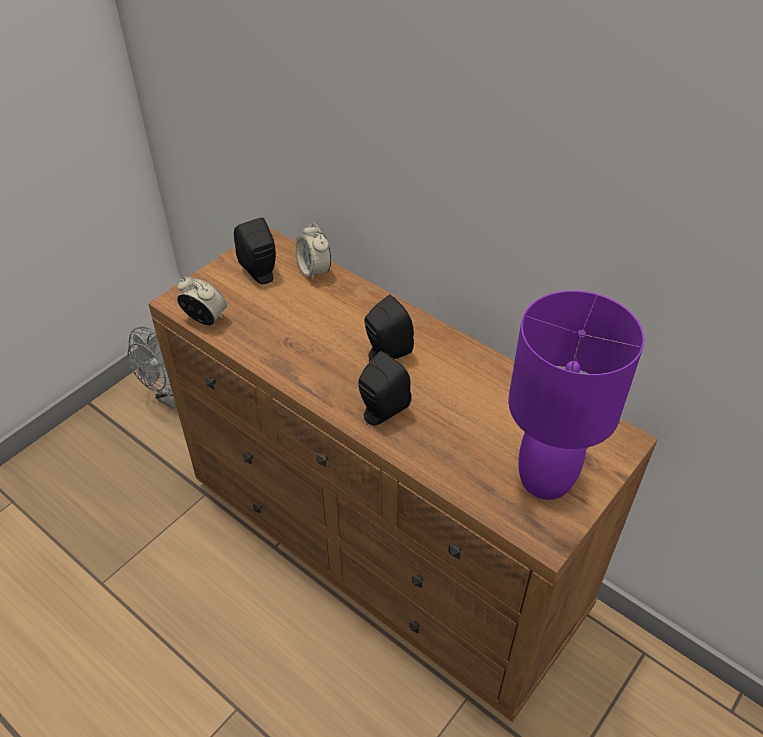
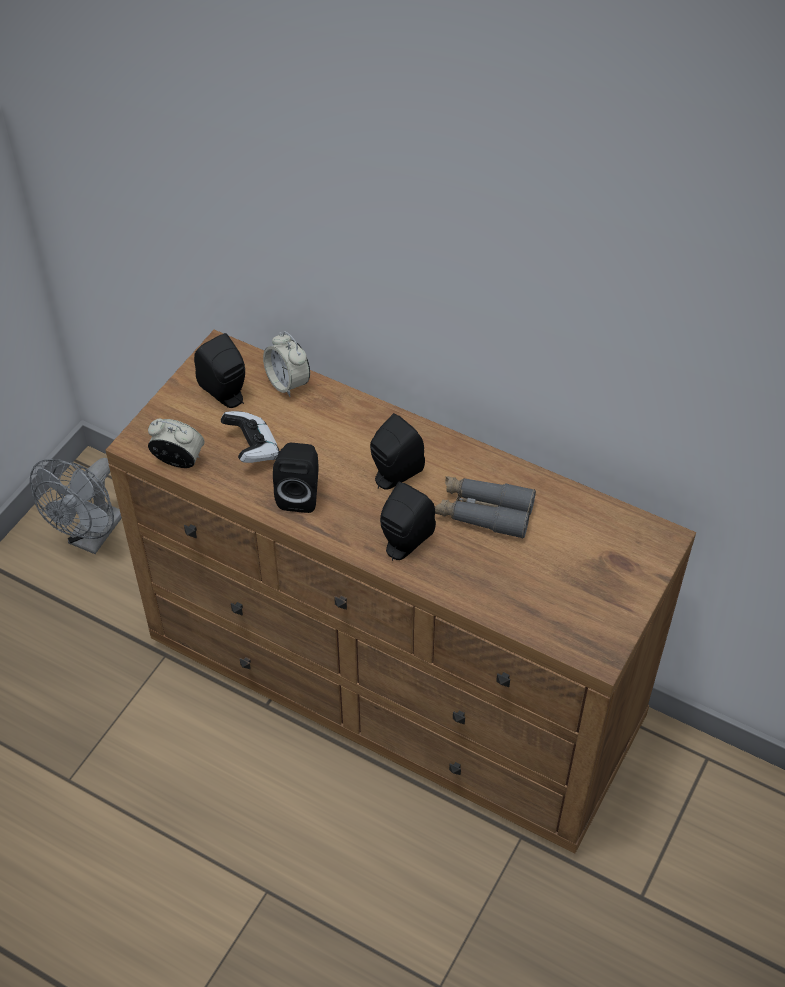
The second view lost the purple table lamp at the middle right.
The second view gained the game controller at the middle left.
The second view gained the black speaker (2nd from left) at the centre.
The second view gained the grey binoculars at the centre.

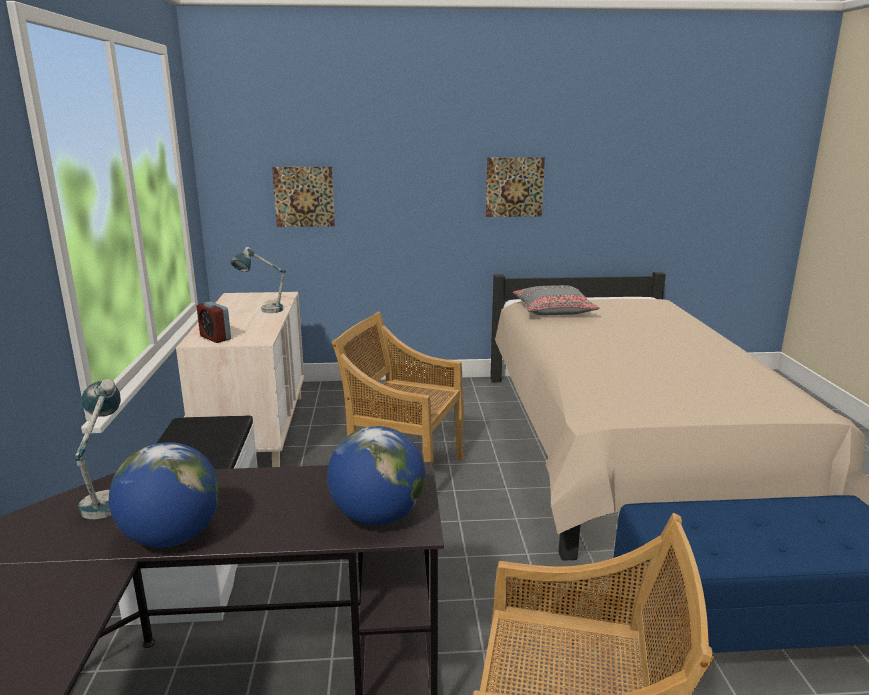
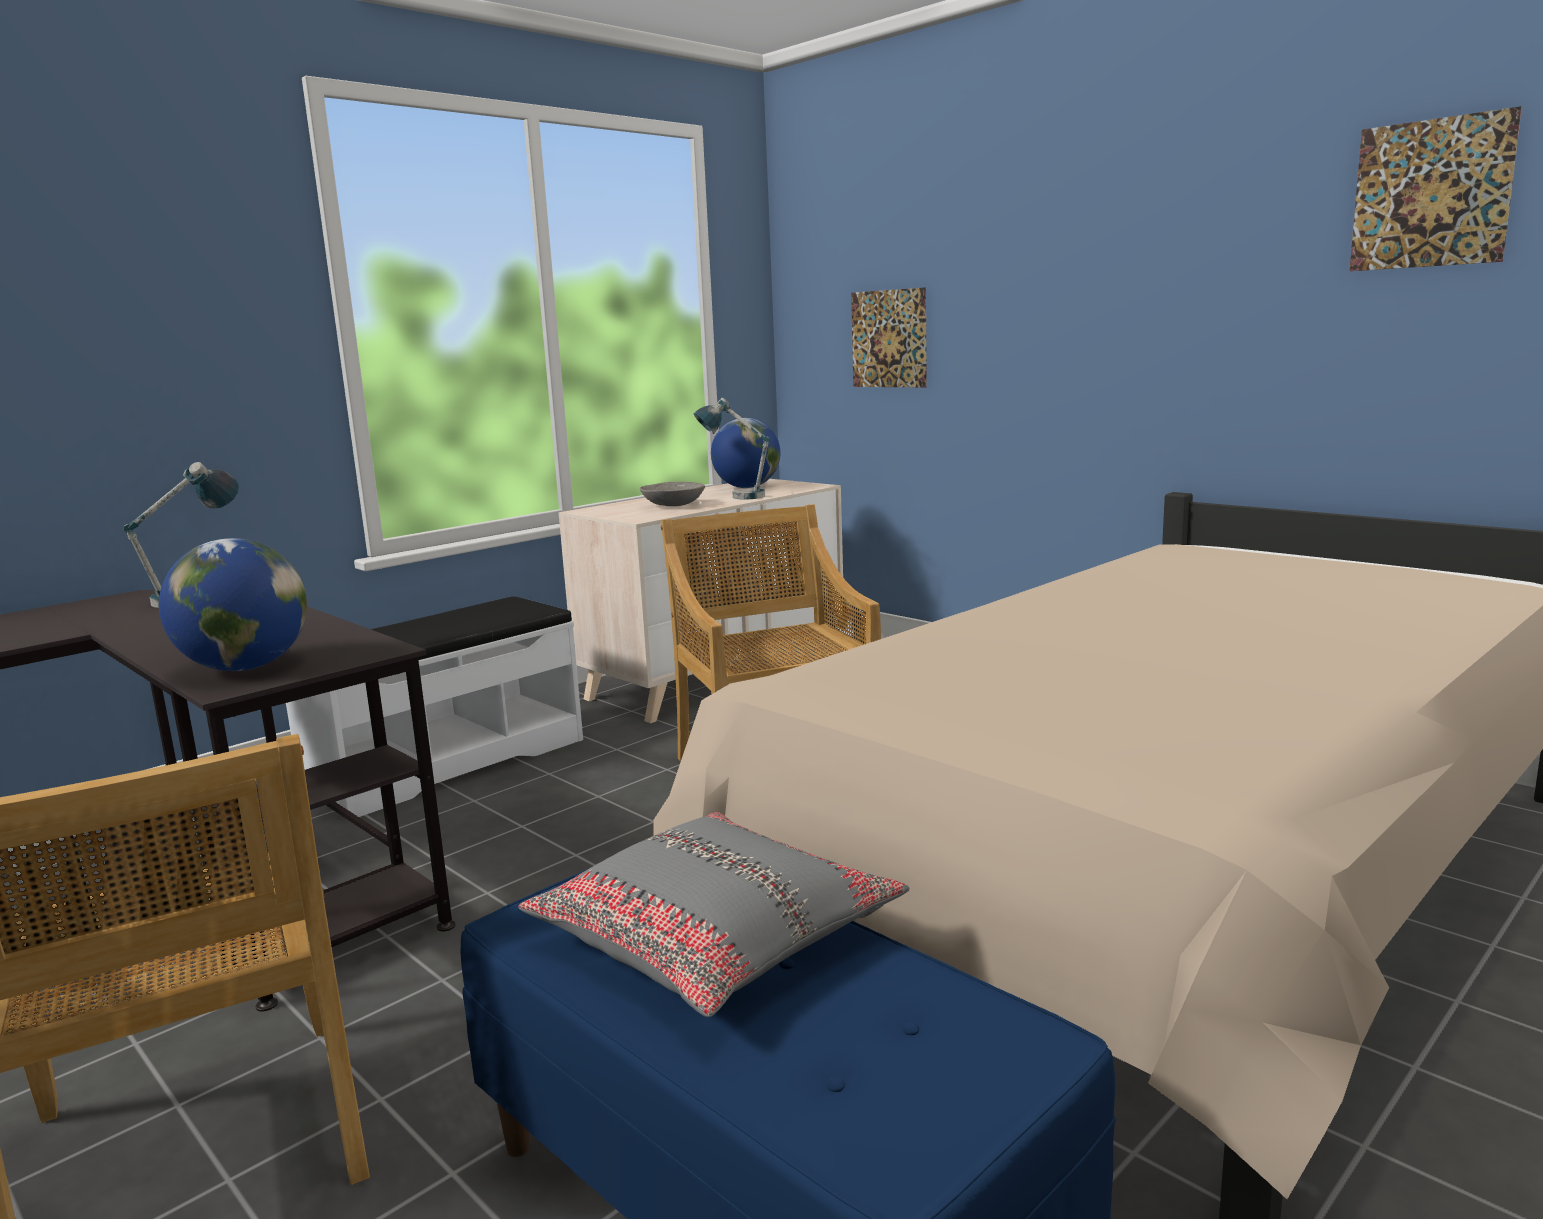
The second view lost the alarm clock at the middle left.
The second view gained the grey bowl at the centre.
The globe (1st from left in the first image) ended up elsewhere, having gone from the bottom left to the centre.
The picture (2nd from left) ended up elsewhere, having gone from the top centre to the top right.
The grey pillow ended up elsewhere, having gone from the centre to the bottom centre.

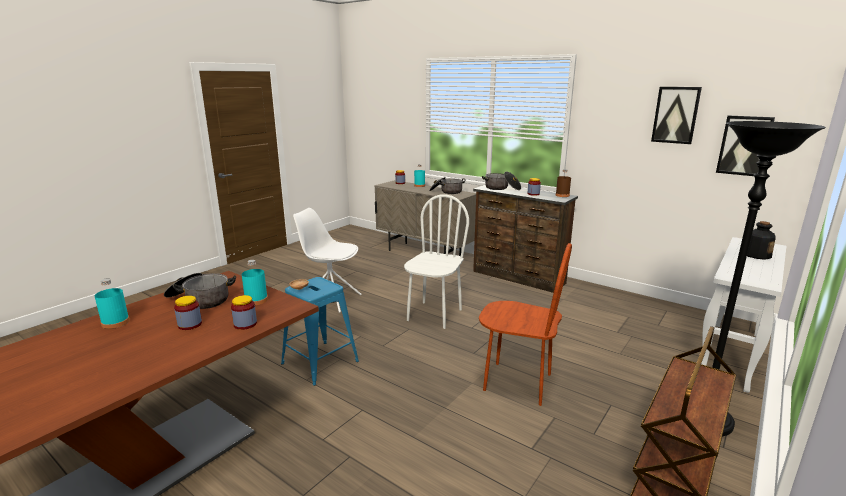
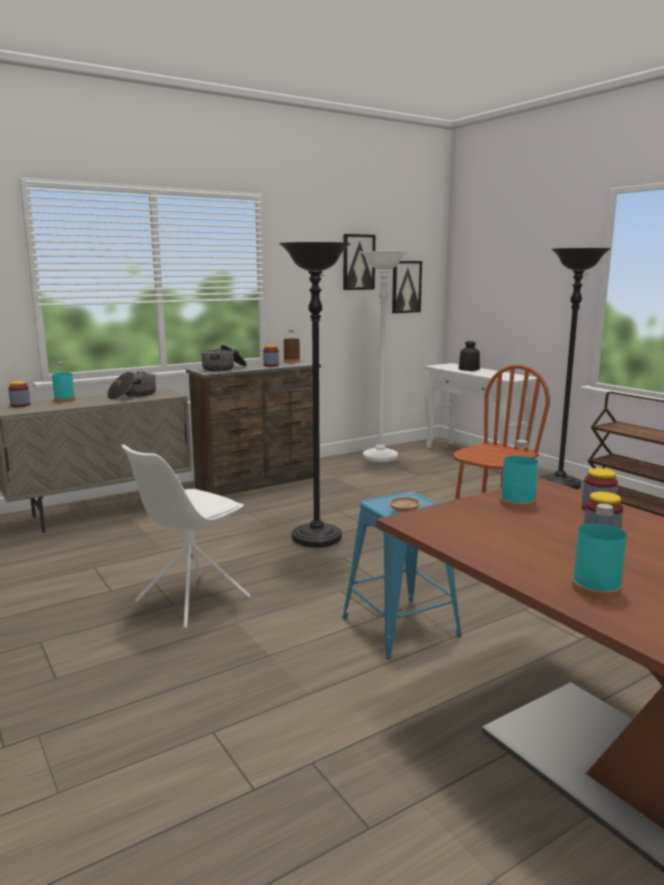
The second view lost the cooking pot (1st from left) at the middle left.
The second view gained the white floor lamp at the centre.
Where the white chair (2nd from left) stood at the centre, the black floor lamp (1st from left) came to stand at the centre.

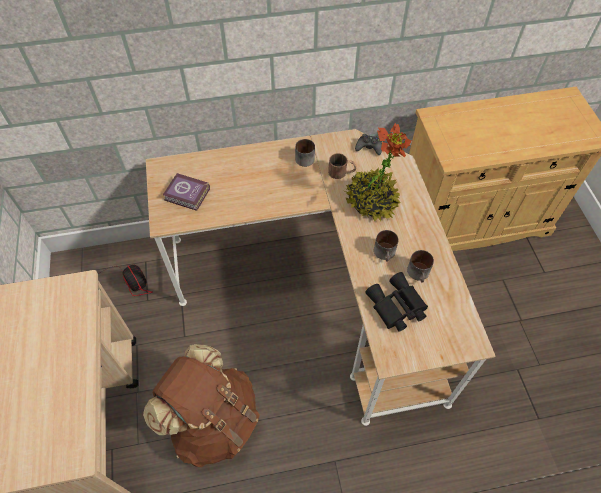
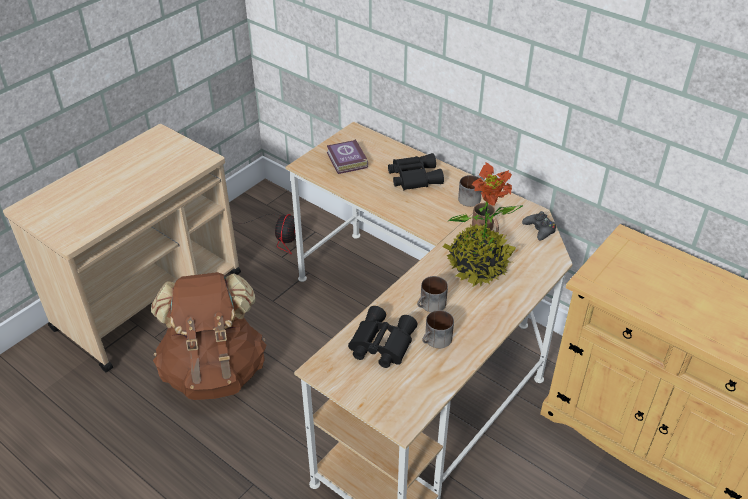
The second view gained the black binoculars (2nd from left) at the centre.

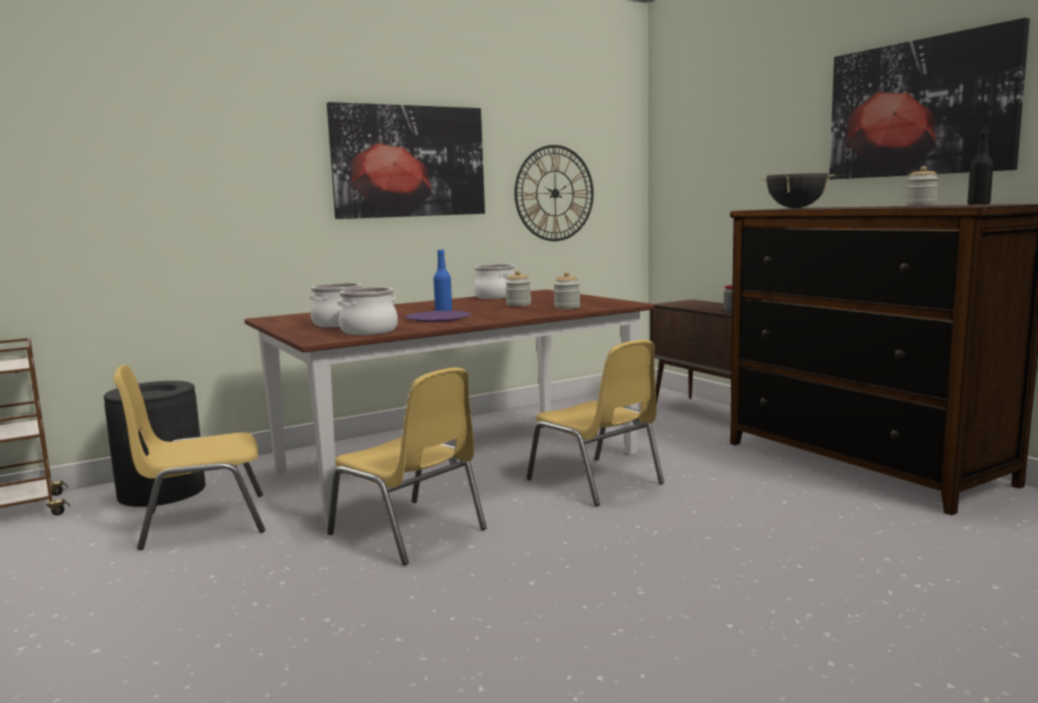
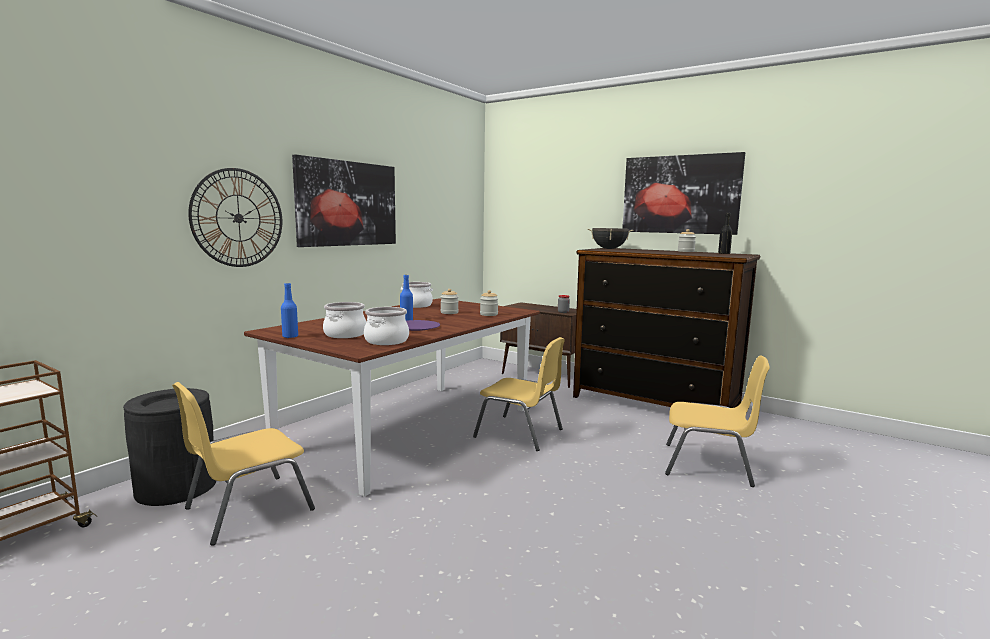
The second view gained the blue bottle (1st from left) at the middle left.
The yellow chair (2nd from left in the first image) ended up elsewhere, having gone from the centre to the middle right.
The wall clock ended up elsewhere, having gone from the top centre to the middle left.

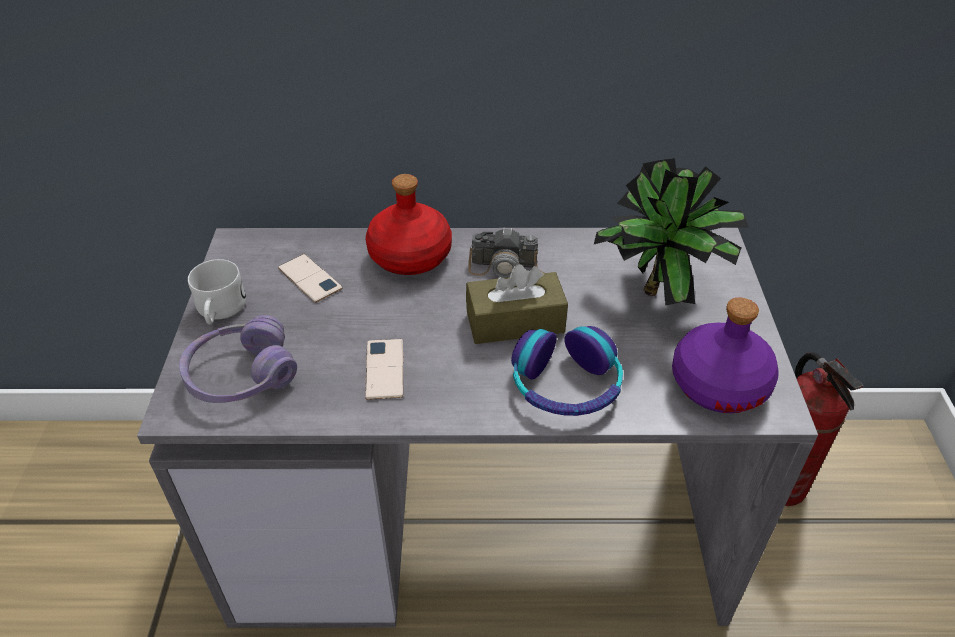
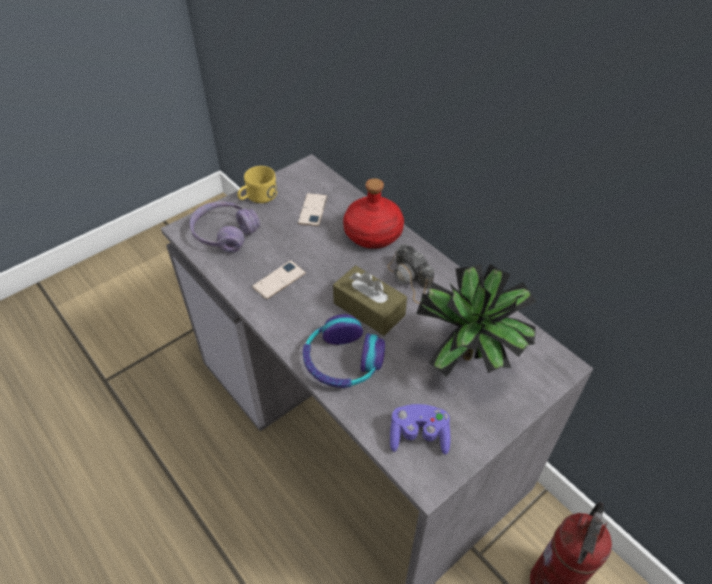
Where the purple bottle stood at the middle right, the purple game controller came to stand at the bottom centre.
What was the white mug at the middle left turned into the yellow mug at the top centre.

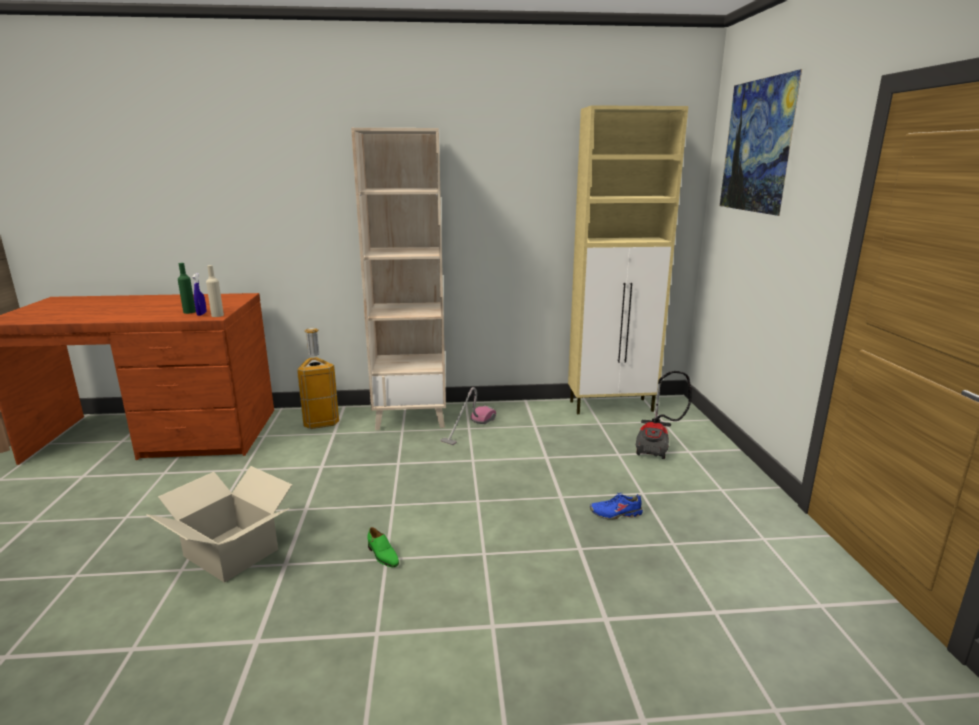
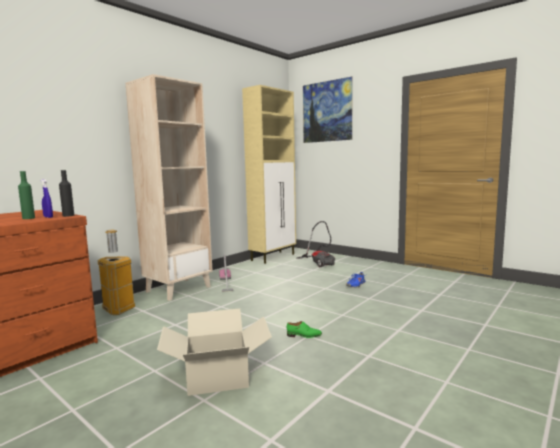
What was the beige bottle at the middle left turned into the black bottle at the middle left.

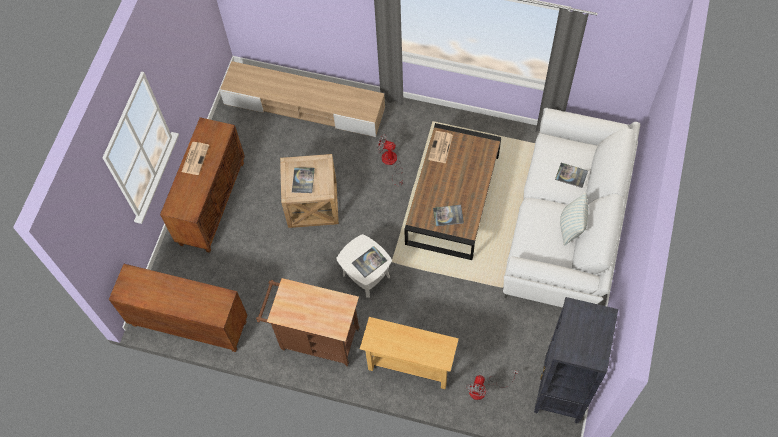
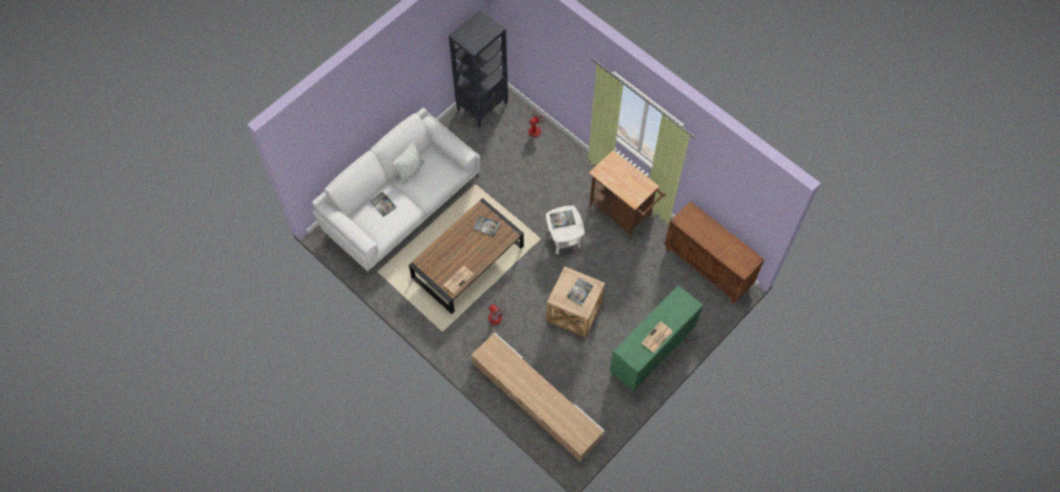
The second view lost the beige console table at the bottom centre.
What was the brown cabinet (2nd from left) at the middle left turned into the green cabinet at the bottom centre.

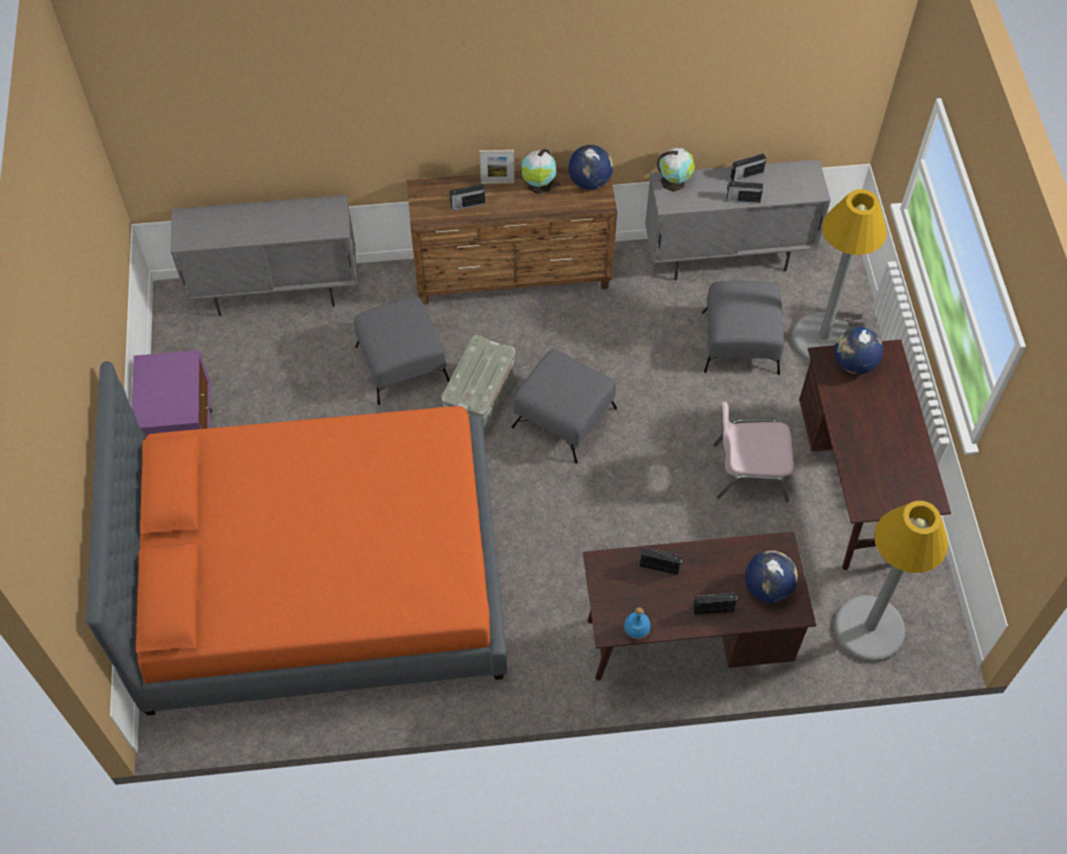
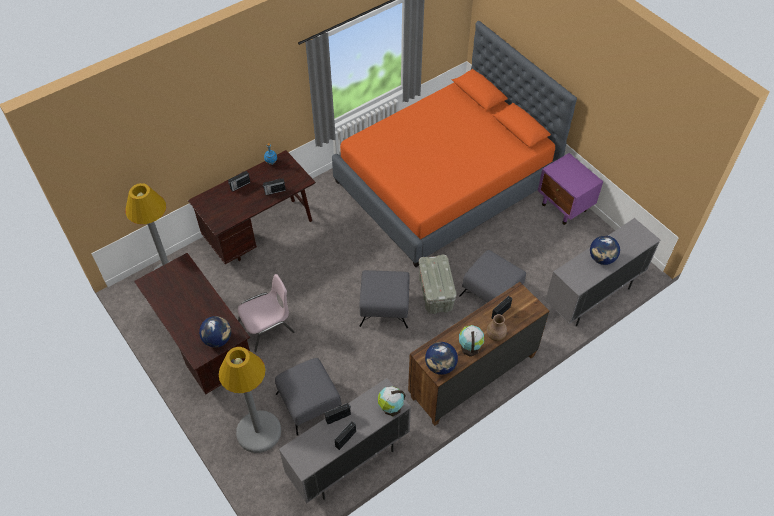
The globe (4th from left in the first image) ended up elsewhere, having gone from the bottom right to the middle right.
Where the picture frame stood at the top centre, the brown vase came to stand at the centre.

